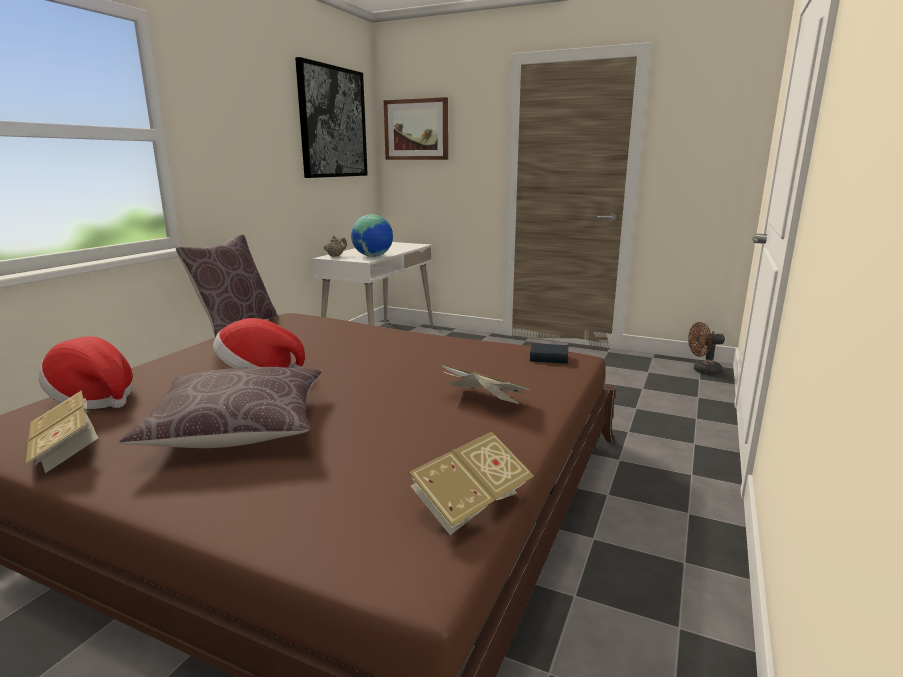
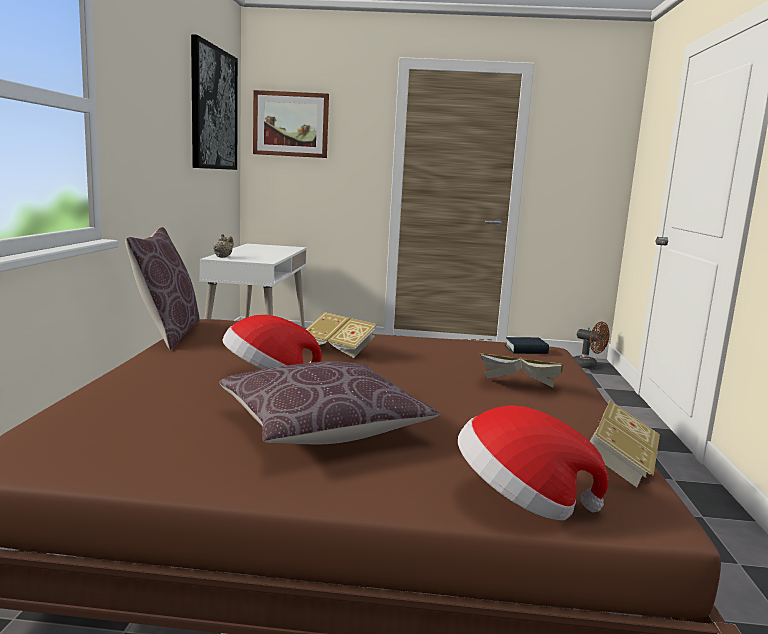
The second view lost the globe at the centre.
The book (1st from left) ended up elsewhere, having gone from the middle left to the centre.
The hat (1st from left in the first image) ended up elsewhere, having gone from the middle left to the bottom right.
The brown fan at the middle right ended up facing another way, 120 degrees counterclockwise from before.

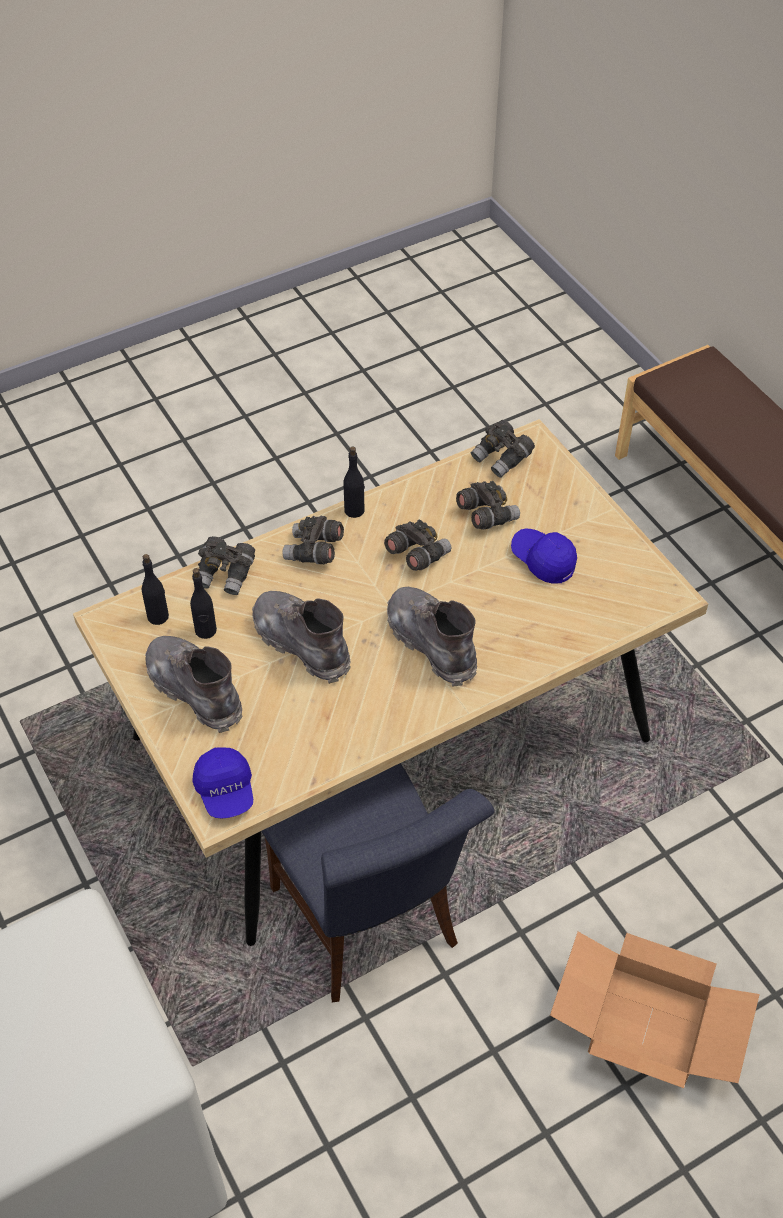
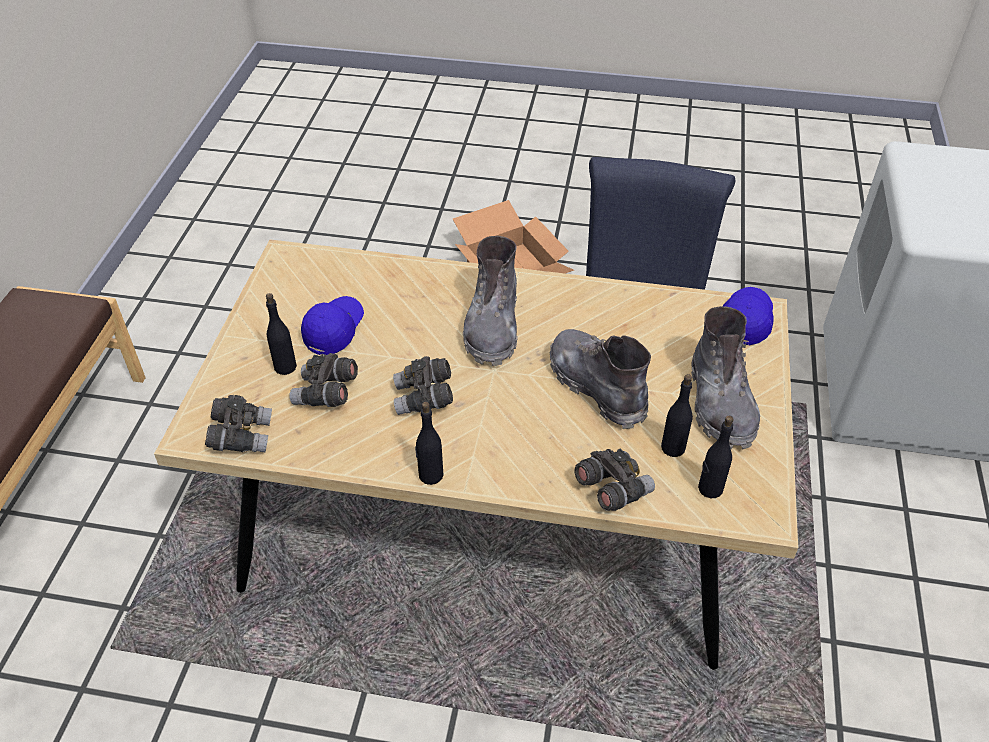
The second view lost the grey binoculars (2nd from left) at the centre.
The second view gained the black bottle (1st from left) at the middle left.
The grey boot (2nd from left) at the centre ended up facing another way, 150 degrees clockwise from before.
The blue cap (2nd from left in the first image) at the middle right ended up facing another way, 150 degrees counterclockwise from before.

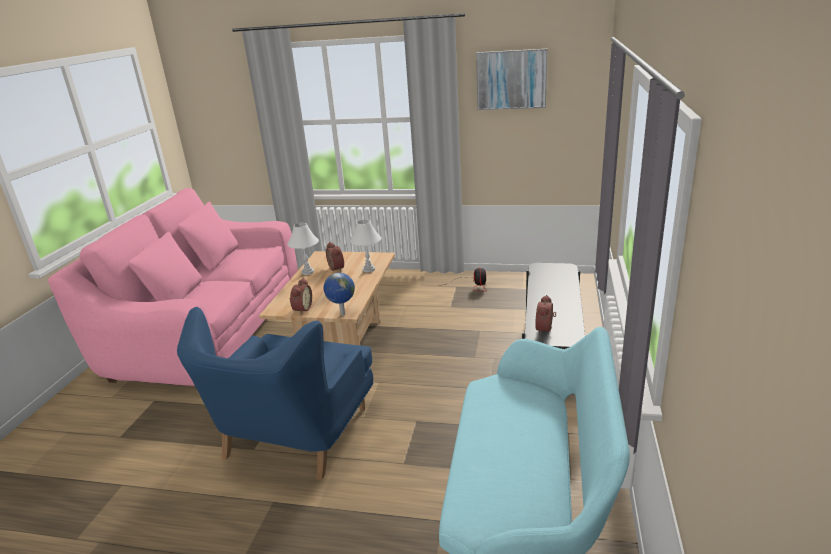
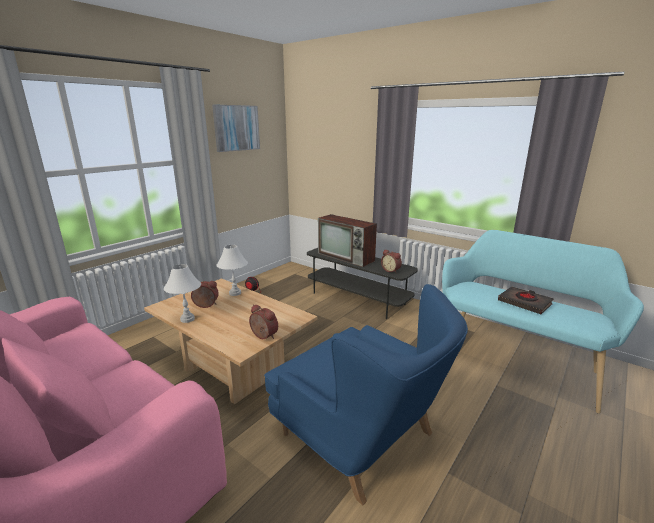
The second view lost the globe at the centre.
The second view gained the television at the centre.
The second view gained the black book at the middle right.

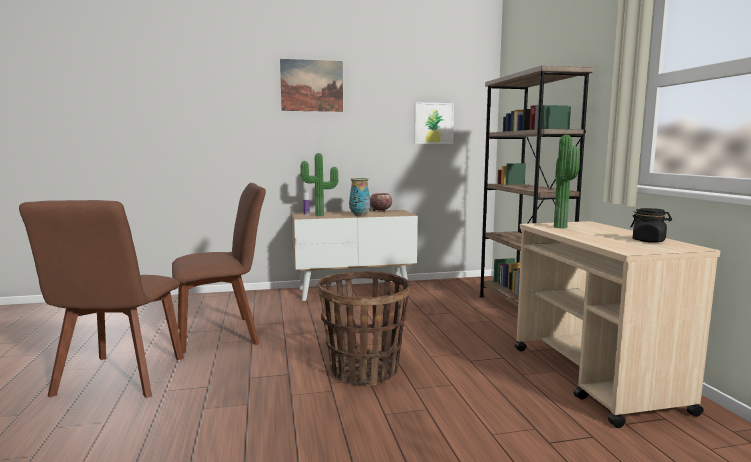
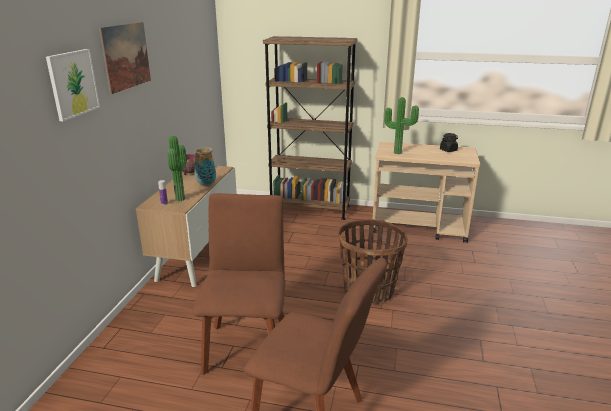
The picture (2nd from left in the first image) ended up elsewhere, having gone from the top centre to the top left.

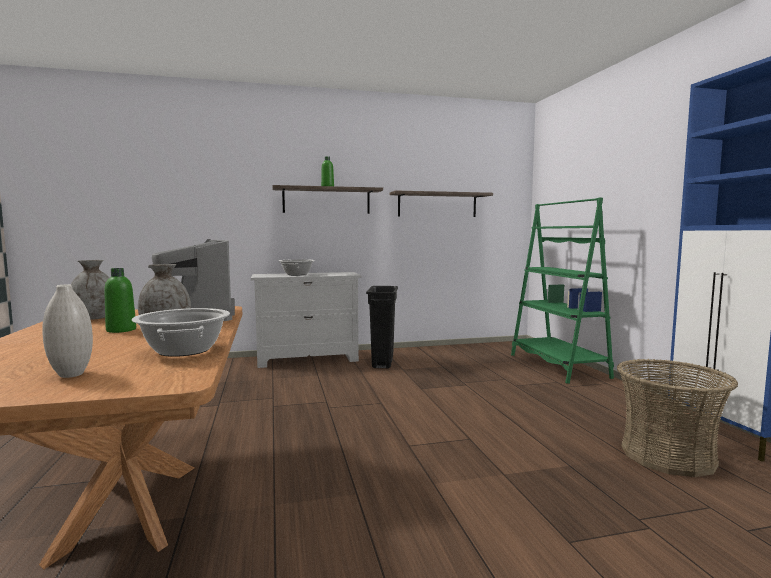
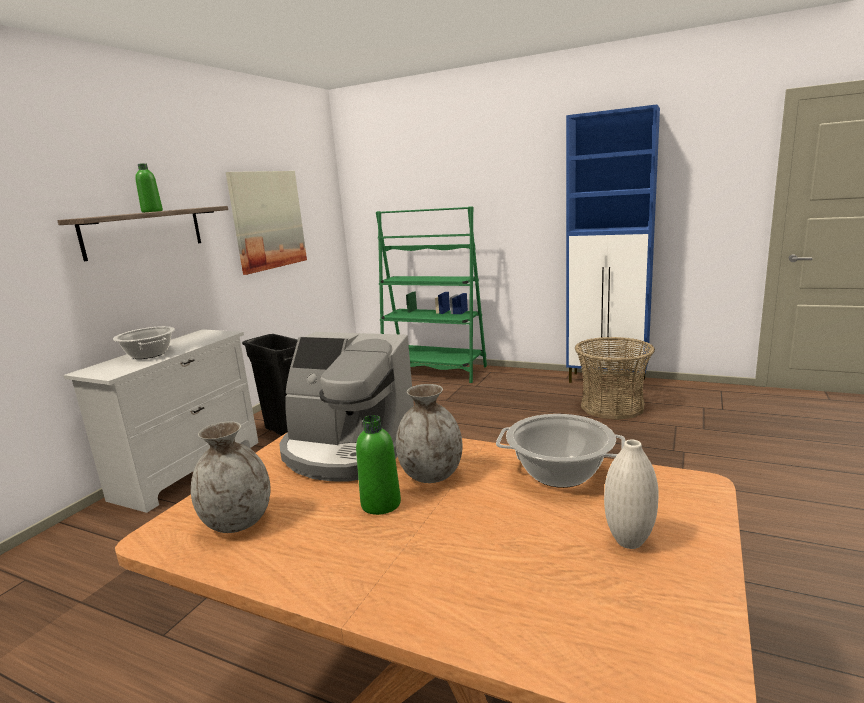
Where the shelf (2nd from left) hung at the centre, the picture came to hang at the top left.

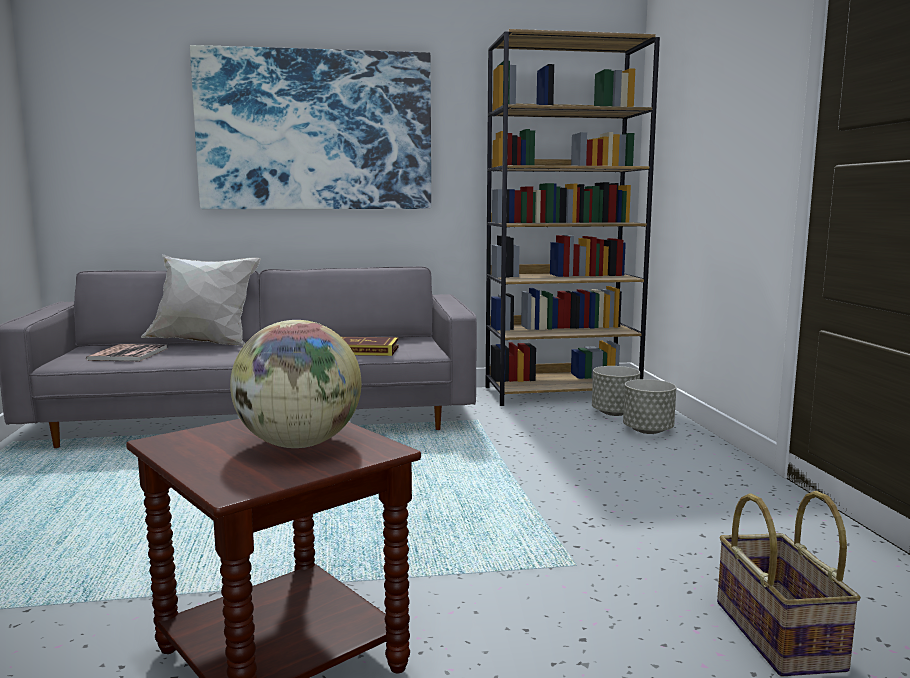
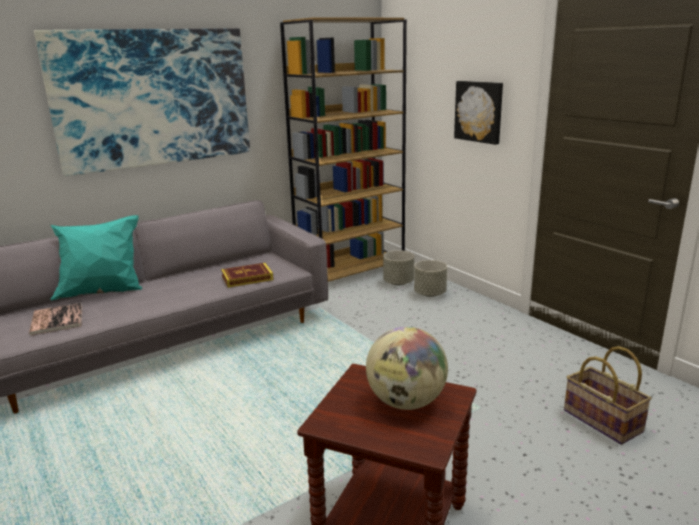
The second view gained the picture (2nd from left) at the top right.
What was the white pillow at the middle left turned into the turquoise pillow at the middle left.

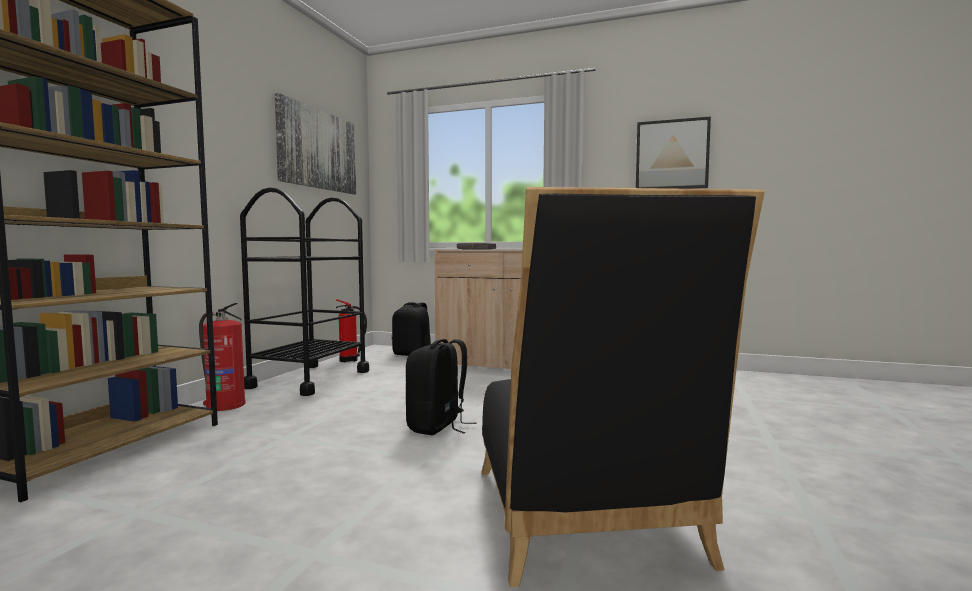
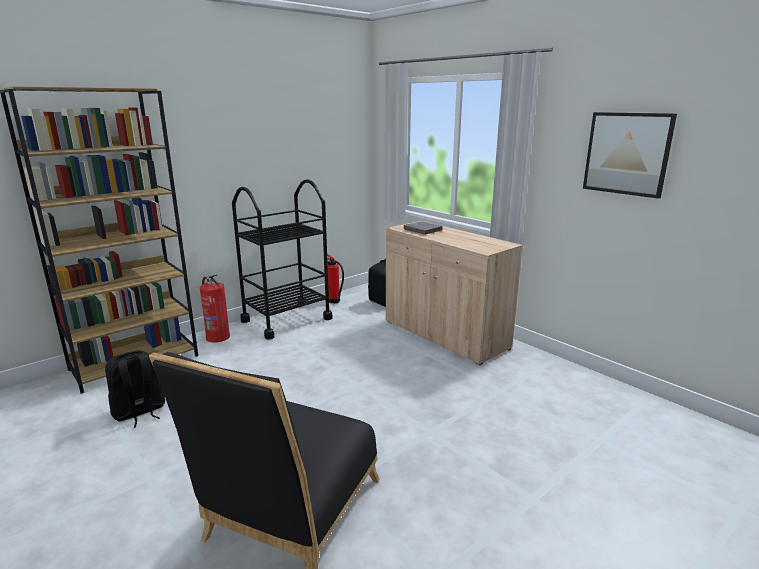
The second view lost the picture (1st from left) at the top left.
The black backpack (2nd from left in the first image) ended up elsewhere, having gone from the centre to the bottom left.

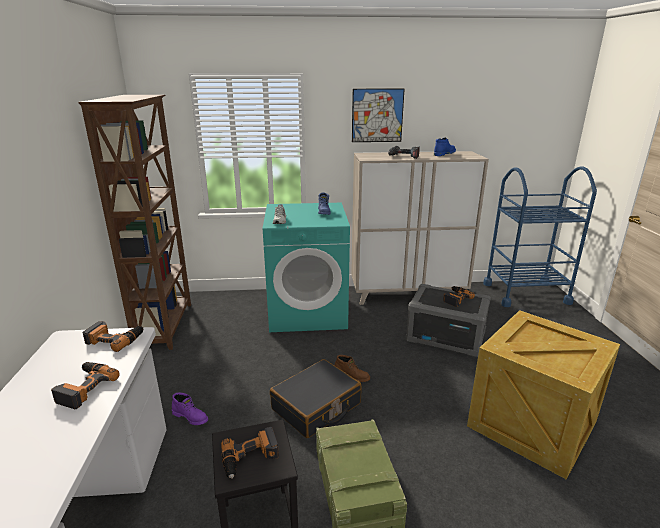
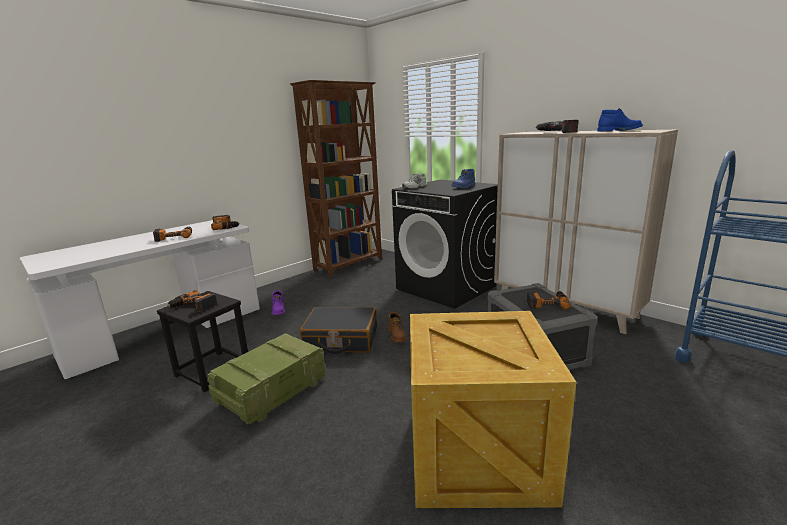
The second view lost the picture at the top centre.
What was the turquoise washing machine at the centre turned into the black washing machine at the centre.

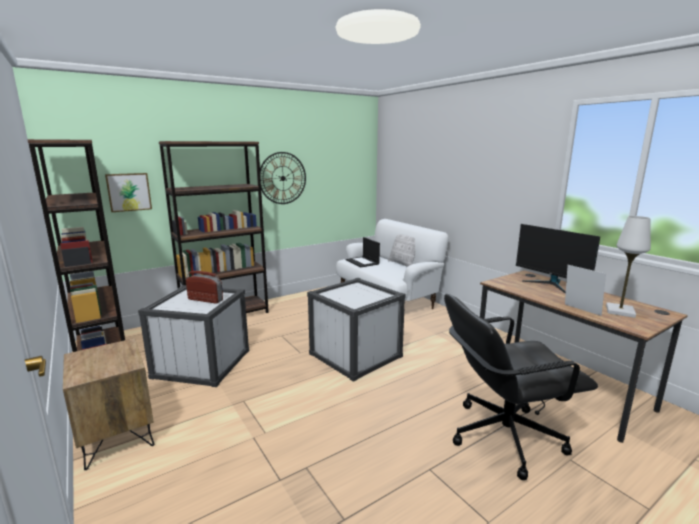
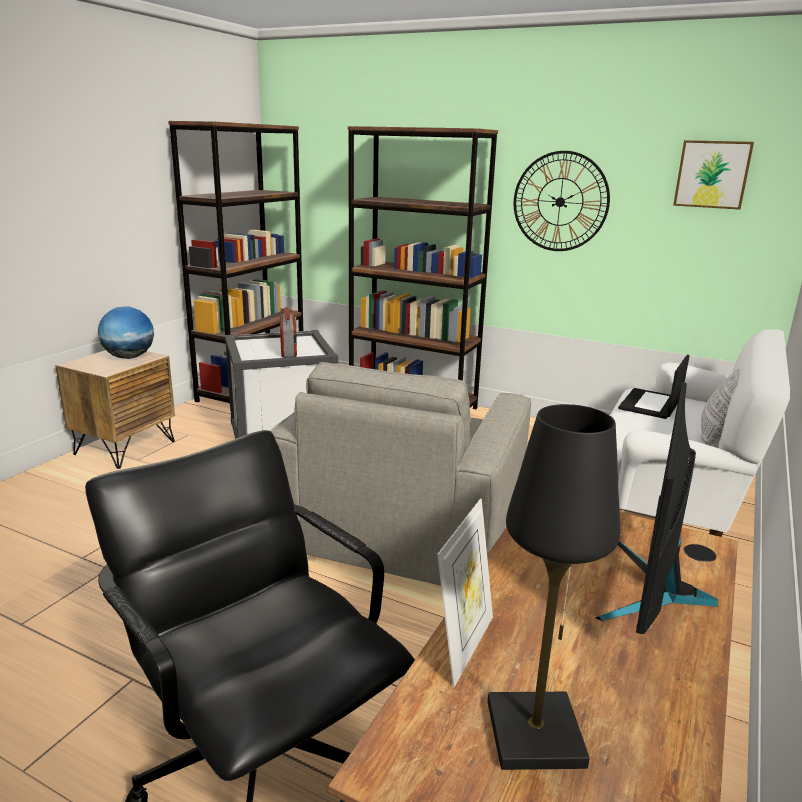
The second view gained the globe at the middle left.
The picture ended up elsewhere, having gone from the middle left to the top right.
Where the white storage box (2nd from left) stood at the centre, the grey armchair came to stand at the centre.
What was the white table lamp at the middle right turned into the black table lamp at the bottom right.

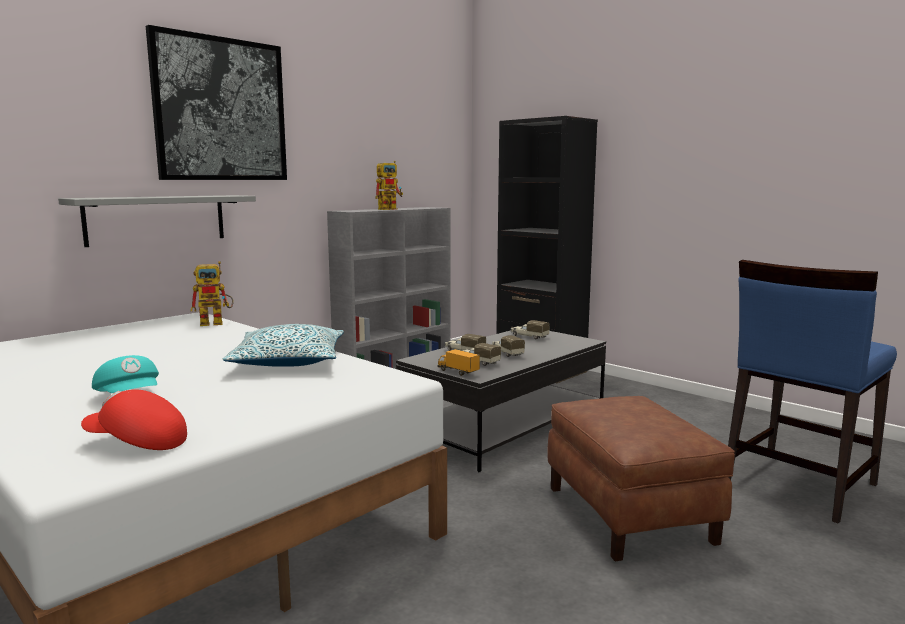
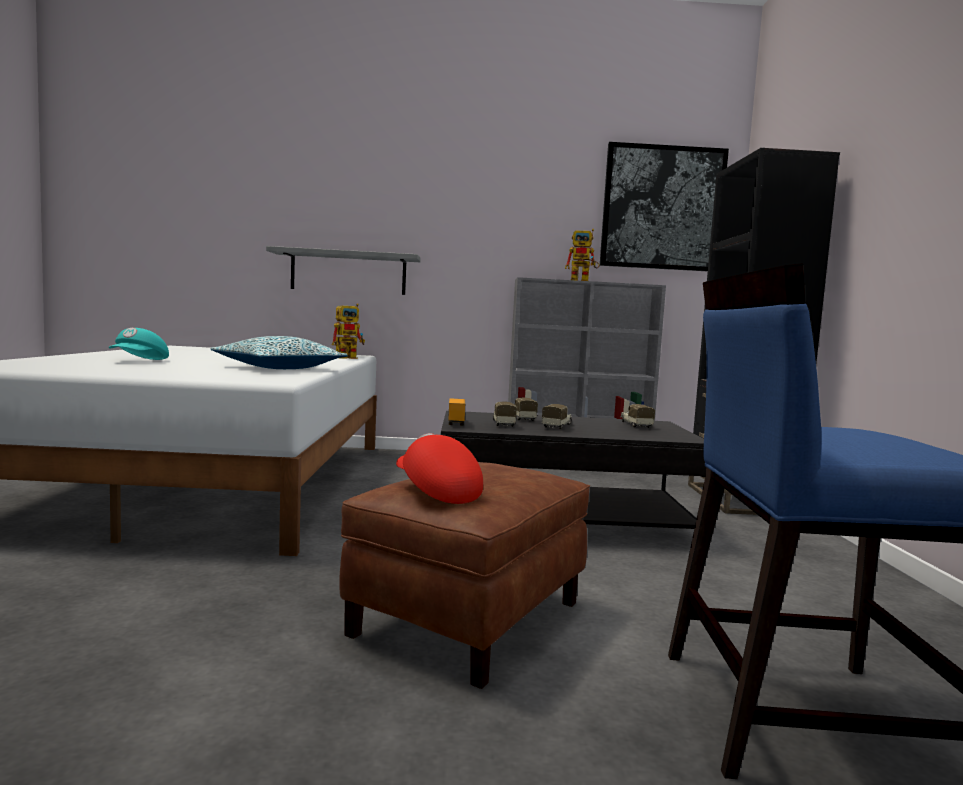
The red cap ended up elsewhere, having gone from the bottom left to the centre.
The picture ended up elsewhere, having gone from the top left to the top right.
The toy robot (1st from left) at the middle left ended up facing another way, 60 degrees counterclockwise from before.

